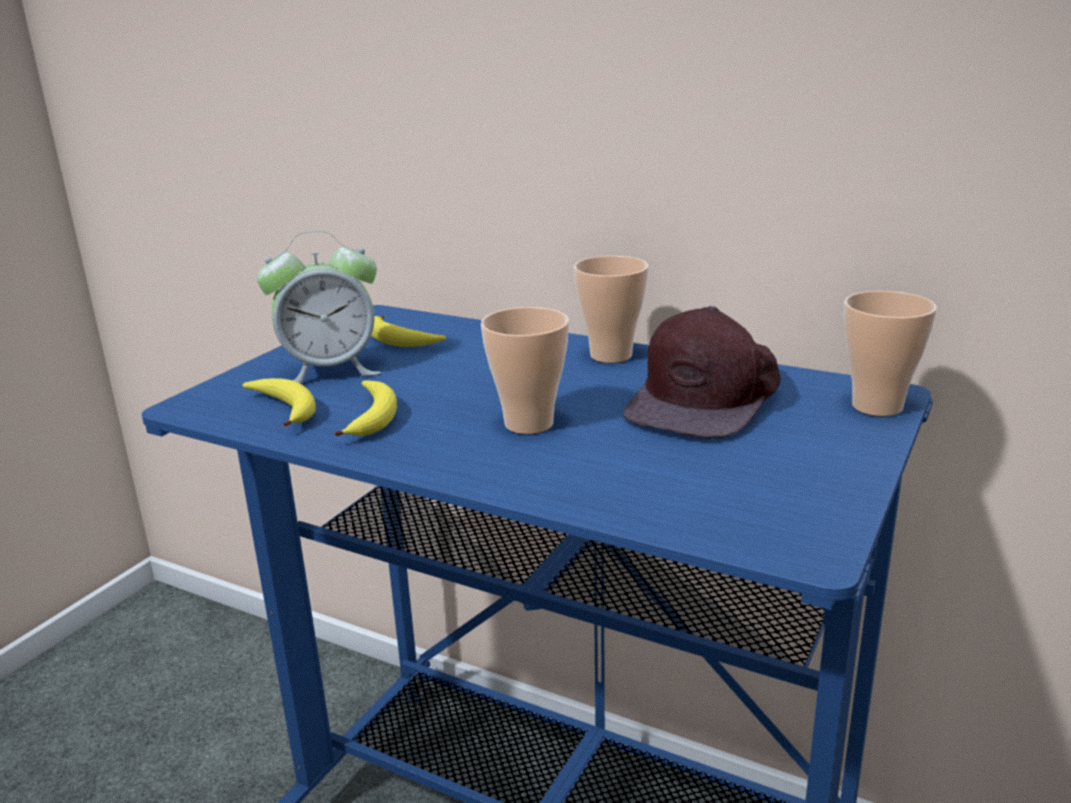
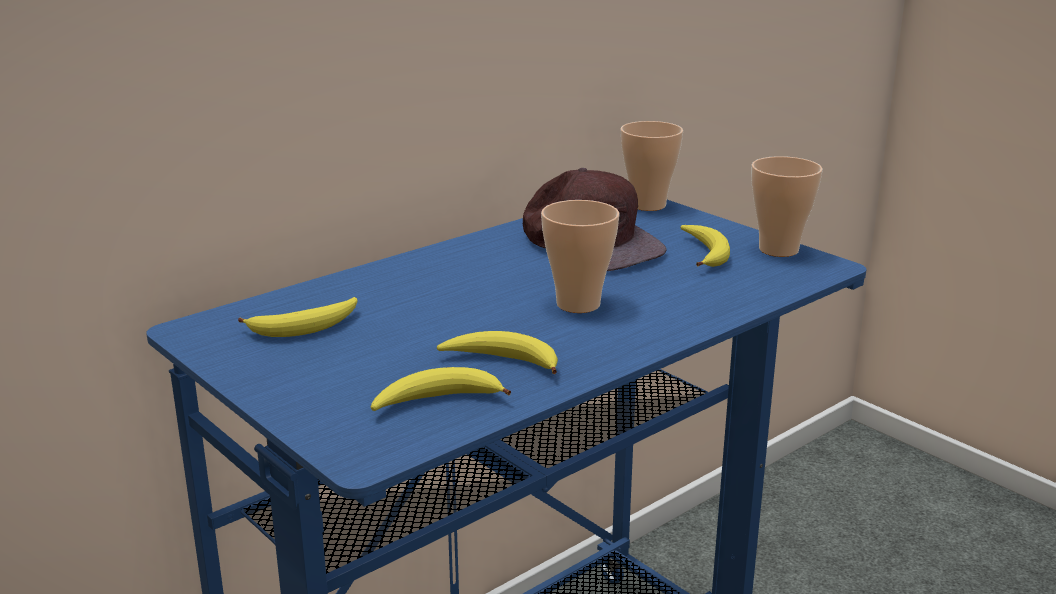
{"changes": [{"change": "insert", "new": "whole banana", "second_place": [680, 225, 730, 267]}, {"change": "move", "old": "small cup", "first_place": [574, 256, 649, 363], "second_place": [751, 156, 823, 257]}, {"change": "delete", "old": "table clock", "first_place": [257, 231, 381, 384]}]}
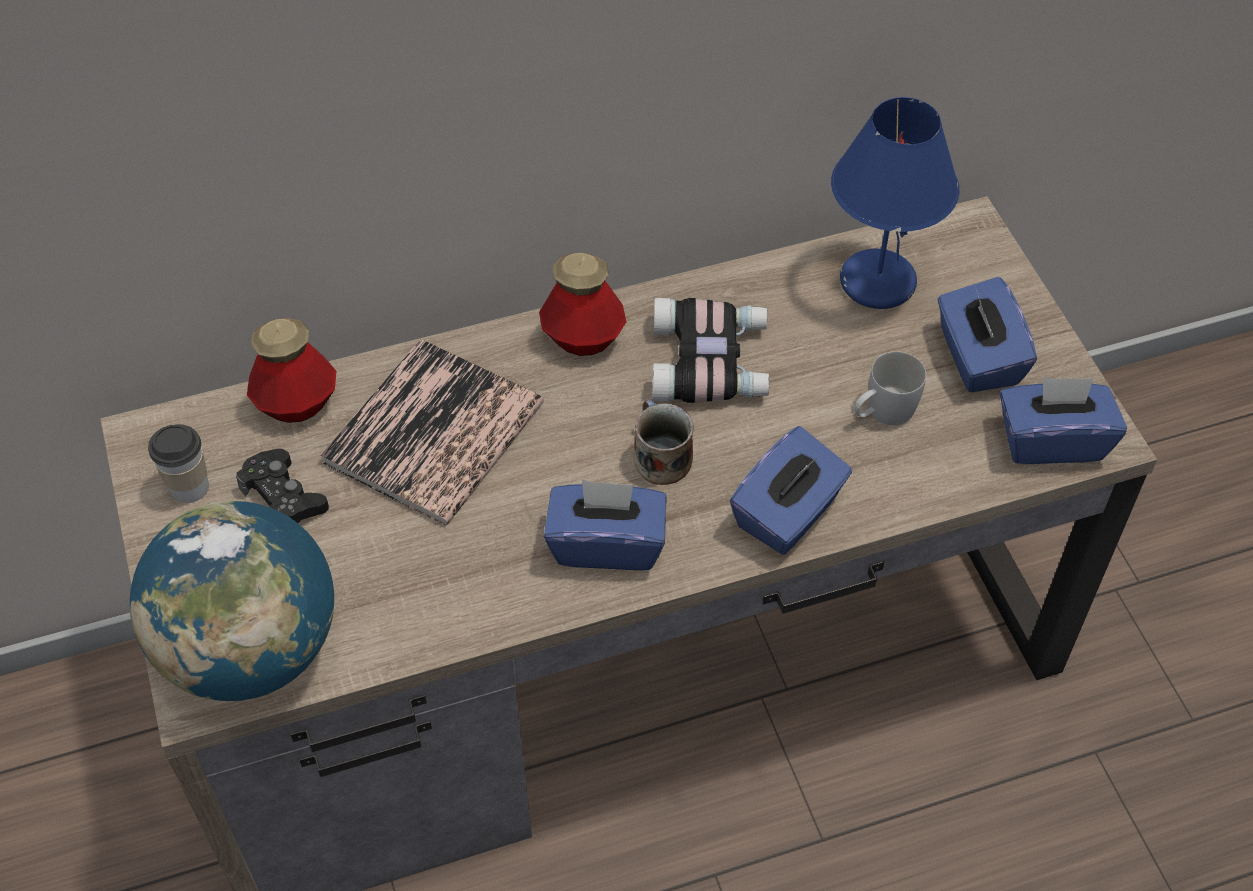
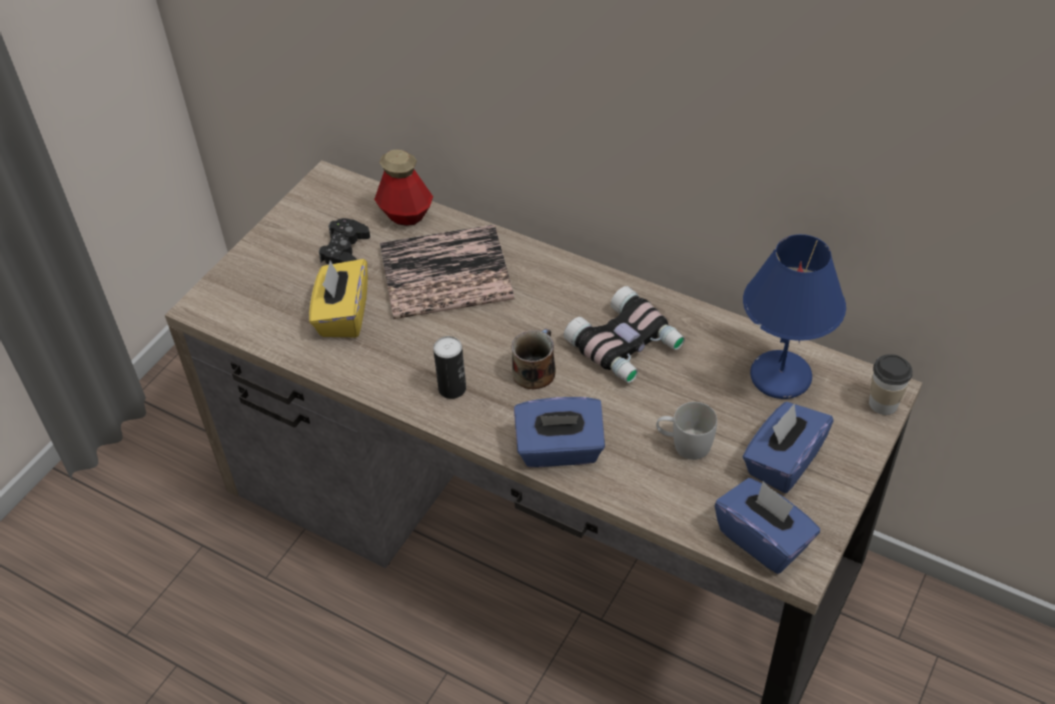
{"changes": [{"change": "insert", "new": "yellowish tissue holder", "second_place": [309, 259, 368, 337]}, {"change": "replace", "old": "bluish tissue holder", "new": "metal can", "first_place": [544, 479, 667, 570], "second_place": [433, 336, 466, 399]}, {"change": "move", "old": "small cup", "first_place": [148, 424, 209, 503], "second_place": [869, 354, 912, 415]}, {"change": "delete", "old": "world globe", "first_place": [130, 501, 334, 701]}, {"change": "delete", "old": "bottle", "first_place": [539, 253, 626, 356]}]}
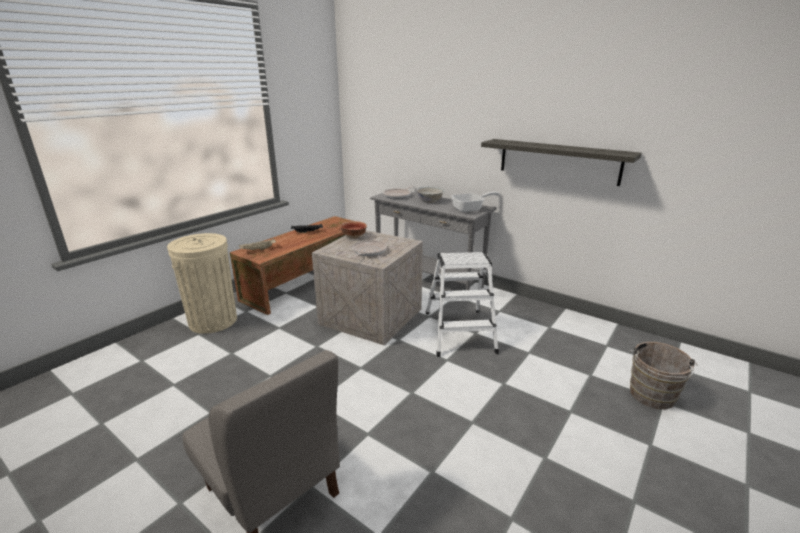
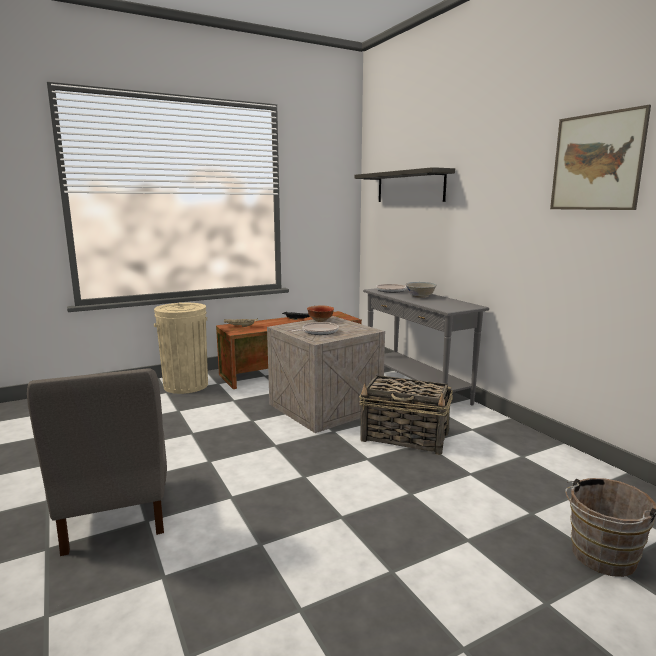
{"changes": [{"change": "move", "old": "bracket shelf", "first_place": [481, 139, 641, 186], "second_place": [355, 167, 455, 202]}, {"change": "replace", "old": "white stepladder", "new": "basket", "first_place": [426, 252, 499, 357], "second_place": [359, 375, 453, 455]}, {"change": "insert", "new": "wall art", "second_place": [550, 105, 651, 210]}, {"change": "delete", "old": "pan", "first_place": [452, 192, 500, 212]}]}
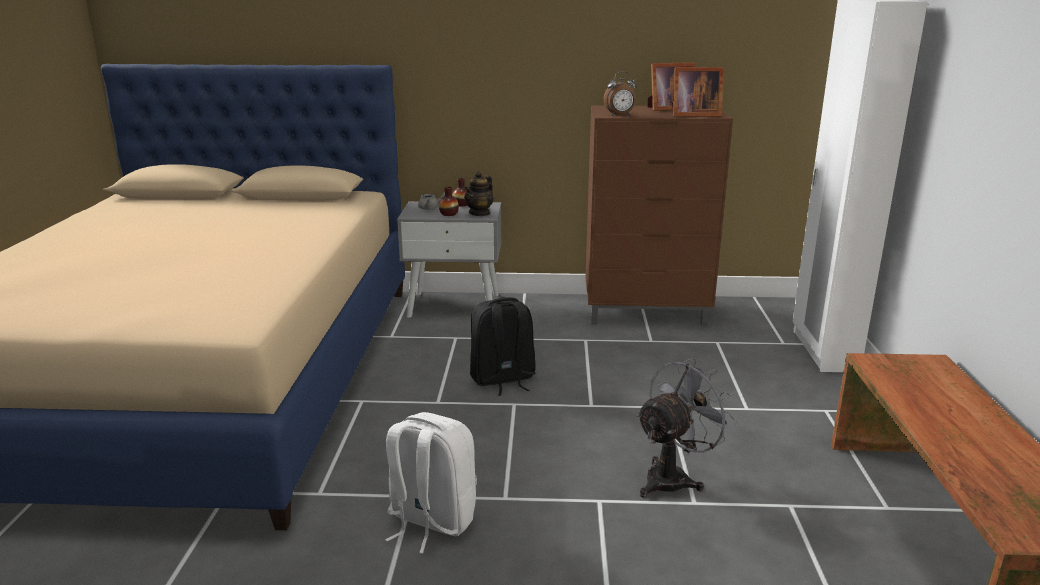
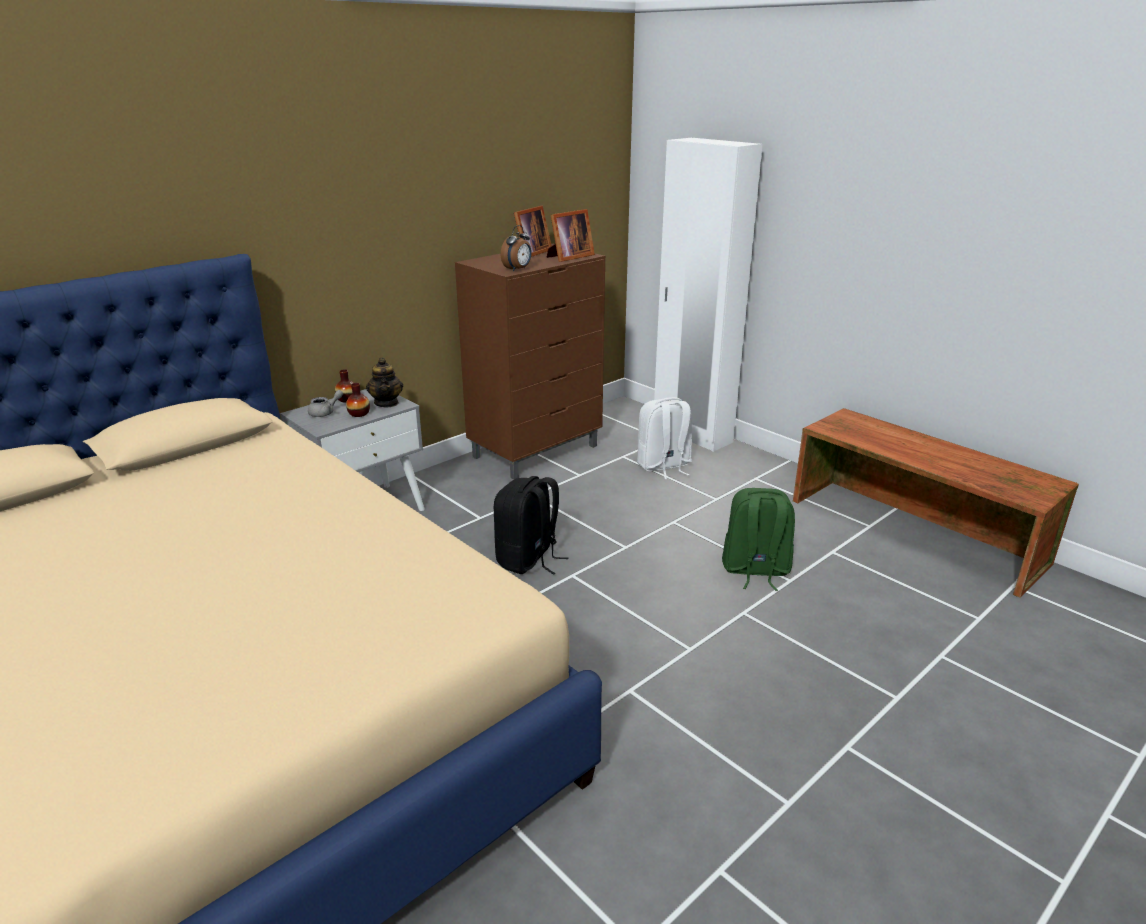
{"changes": [{"change": "move", "old": "white backpack", "first_place": [385, 412, 477, 554], "second_place": [637, 397, 692, 479]}, {"change": "replace", "old": "gray electric fan", "new": "green-coloured backpack", "first_place": [636, 358, 736, 498], "second_place": [722, 488, 795, 591]}]}
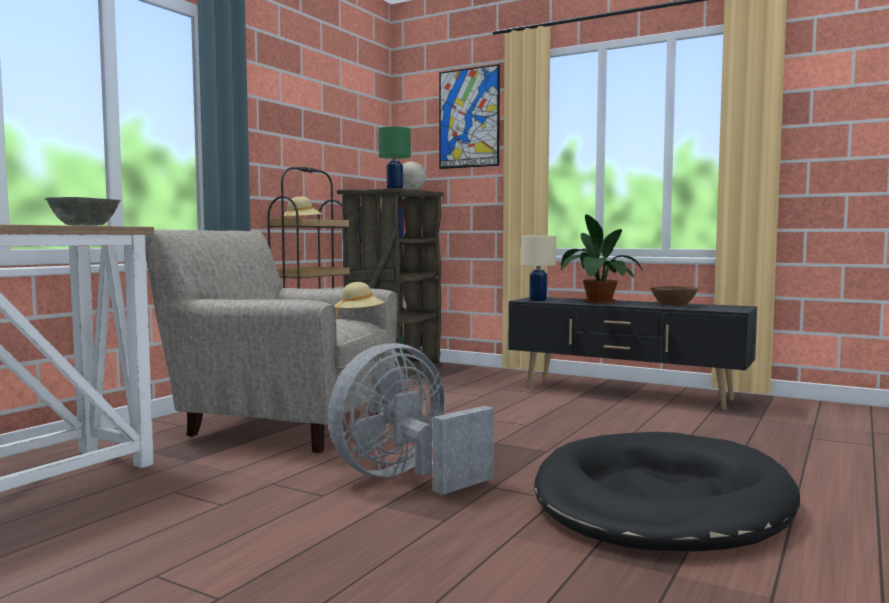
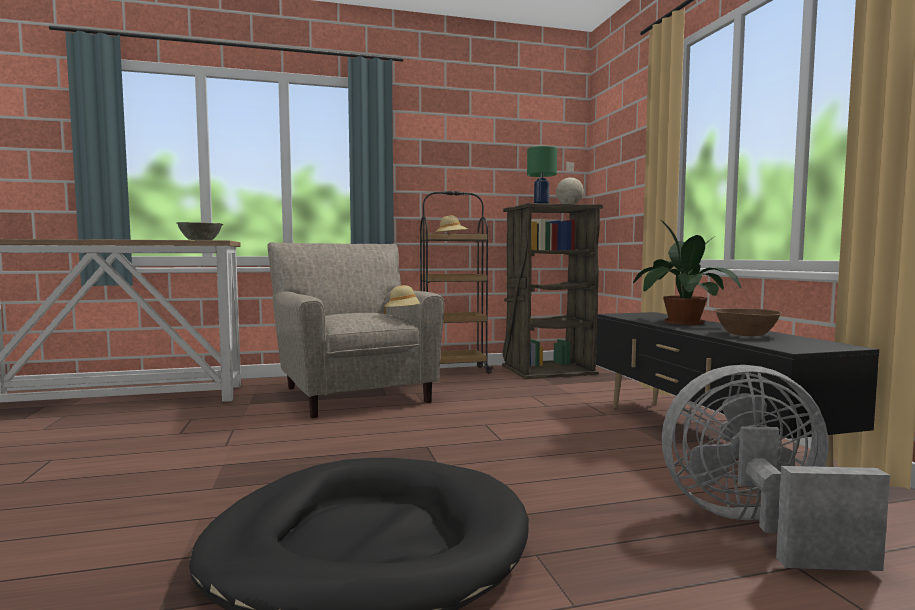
{"changes": [{"change": "move", "old": "gray electric fan", "first_place": [328, 343, 494, 495], "second_place": [662, 365, 890, 571]}, {"change": "delete", "old": "wall art", "first_place": [439, 64, 500, 169]}, {"change": "delete", "old": "beige tabletop lamp", "first_place": [521, 235, 556, 301]}]}
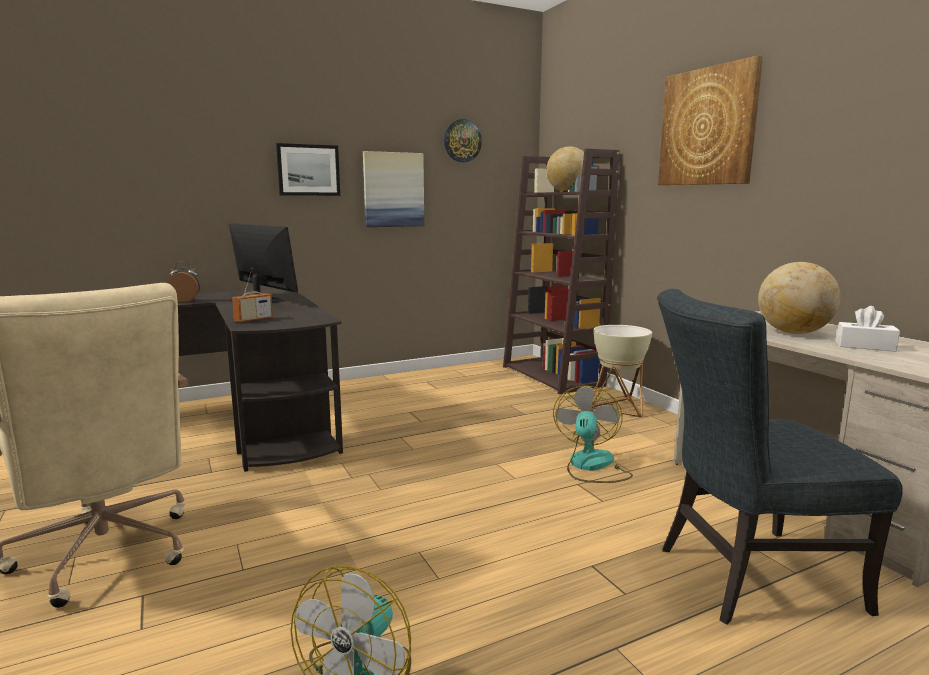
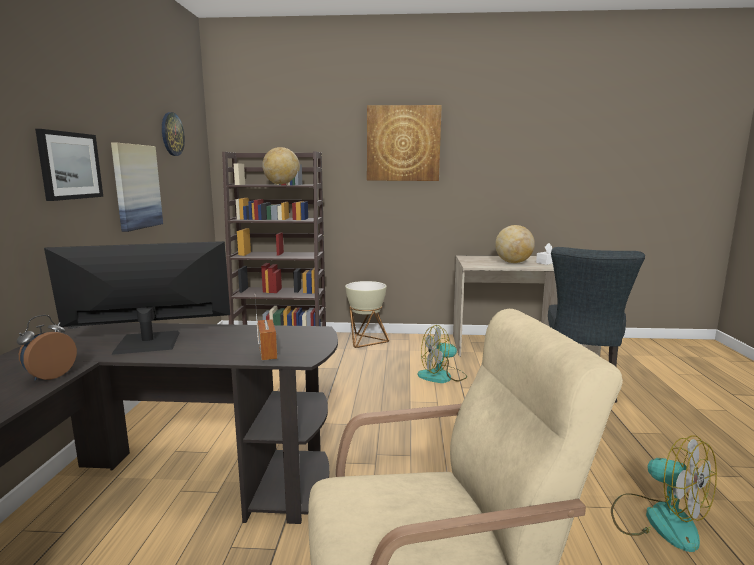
{"changes": [{"change": "rotate", "old": "electric fan", "first_place": [553, 386, 633, 483], "second_place": [417, 325, 467, 383], "degrees": -60}]}
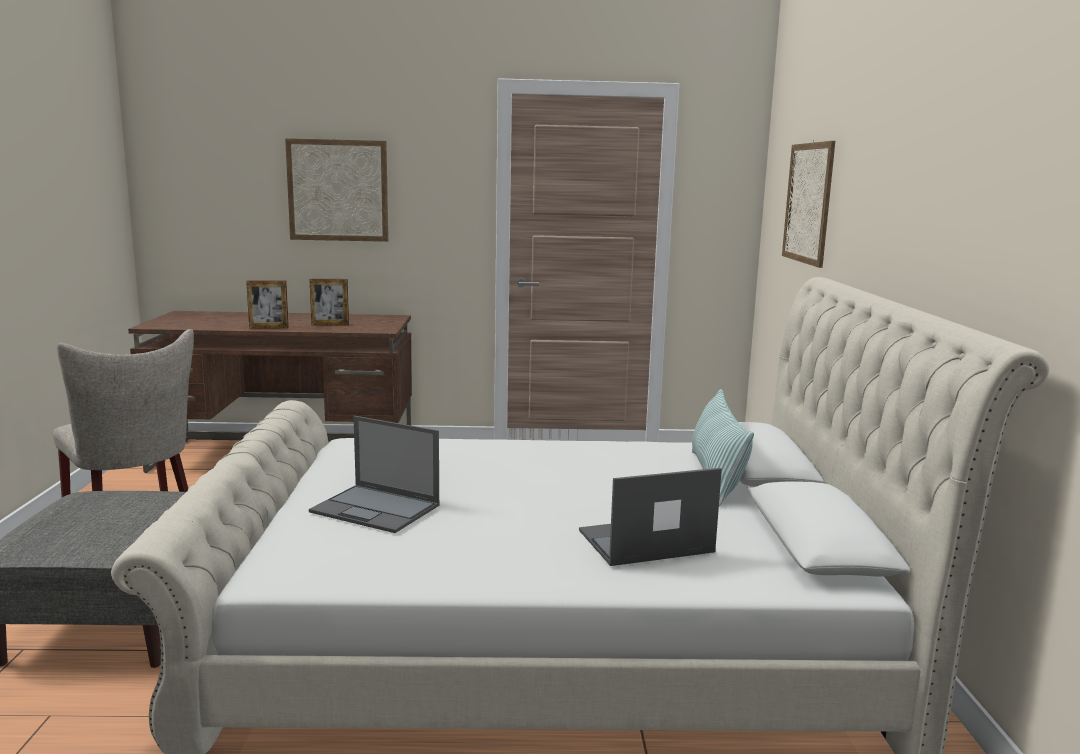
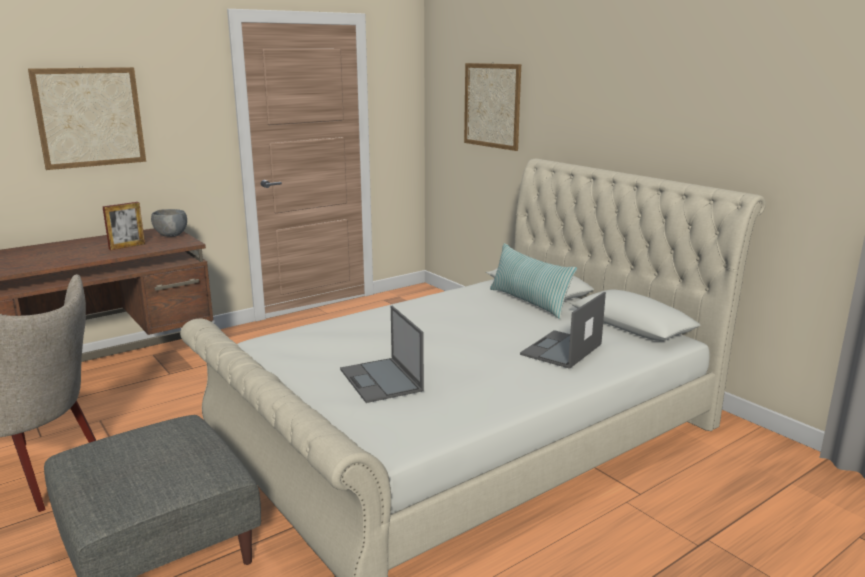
{"changes": [{"change": "insert", "new": "gray deep dish", "second_place": [151, 209, 187, 237]}, {"change": "rotate", "old": "laptop", "first_place": [309, 416, 440, 533], "second_place": [340, 306, 424, 403], "degrees": 75}, {"change": "delete", "old": "picture frame", "first_place": [246, 280, 289, 329]}]}
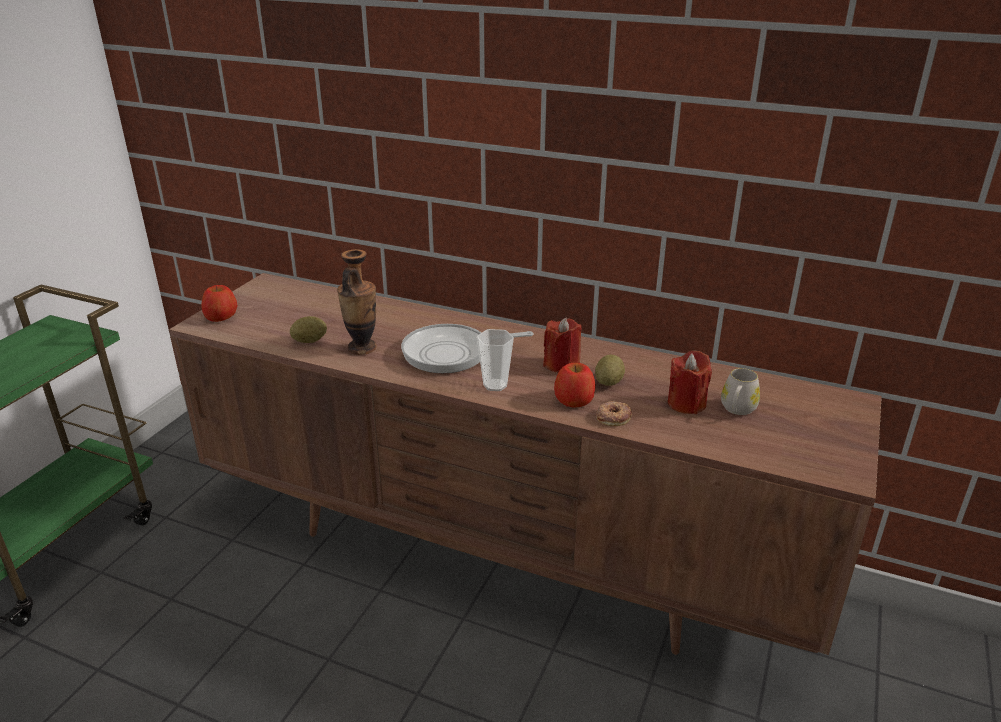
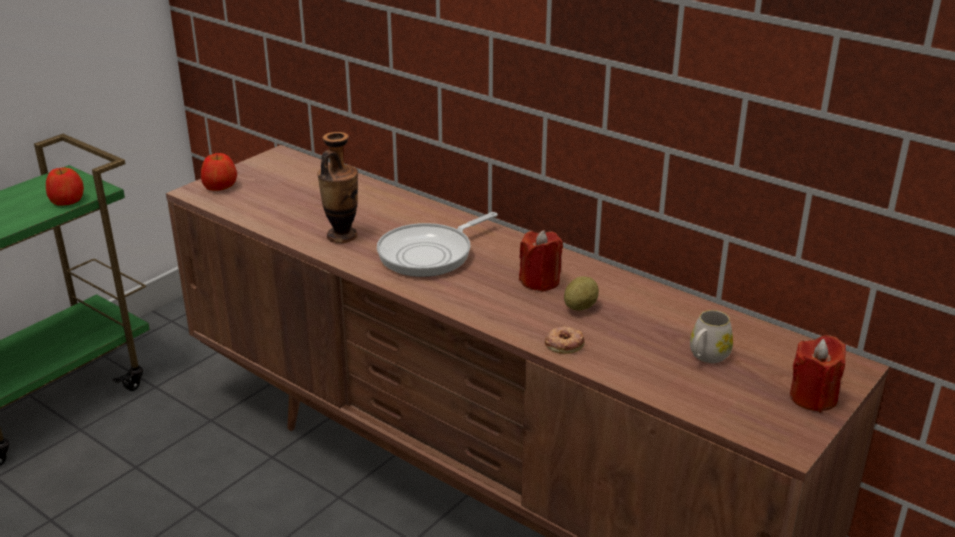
{"changes": [{"change": "move", "old": "apple fruit", "first_place": [554, 363, 596, 408], "second_place": [46, 167, 84, 206]}, {"change": "rotate", "old": "pan", "first_place": [401, 324, 533, 373], "second_place": [377, 212, 498, 277], "degrees": -45}, {"change": "move", "old": "reddish wax light", "first_place": [668, 350, 712, 414], "second_place": [790, 335, 846, 412]}, {"change": "delete", "old": "potato", "first_place": [290, 316, 327, 343]}, {"change": "delete", "old": "small cup", "first_place": [477, 329, 514, 391]}]}
